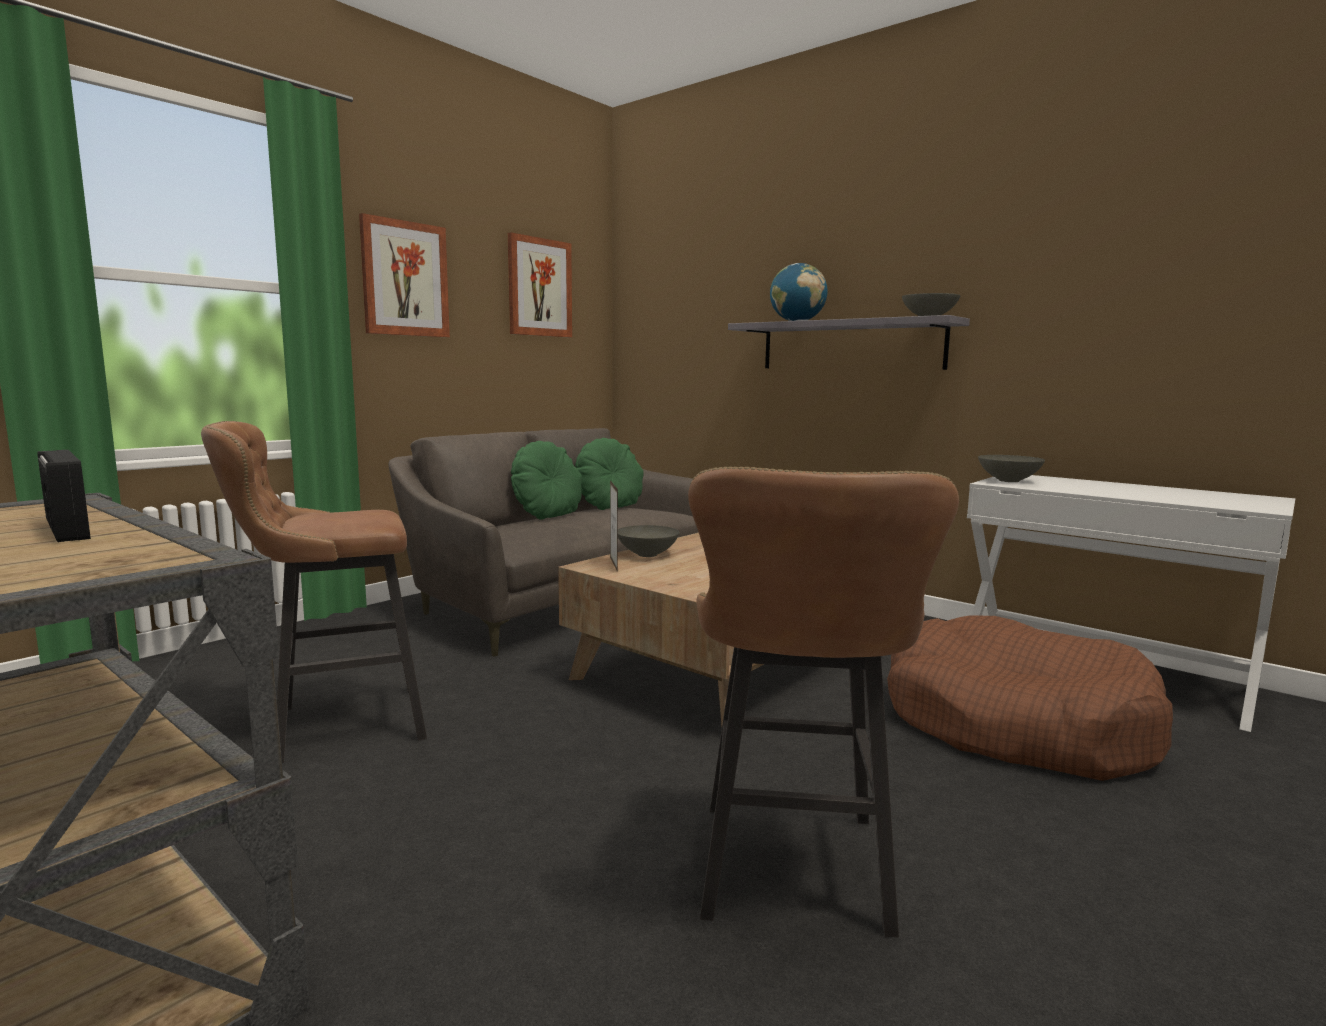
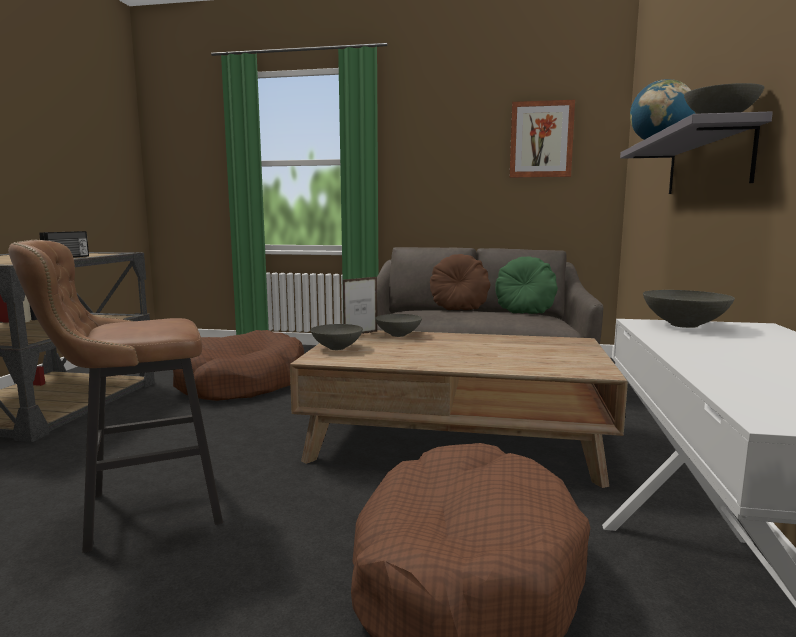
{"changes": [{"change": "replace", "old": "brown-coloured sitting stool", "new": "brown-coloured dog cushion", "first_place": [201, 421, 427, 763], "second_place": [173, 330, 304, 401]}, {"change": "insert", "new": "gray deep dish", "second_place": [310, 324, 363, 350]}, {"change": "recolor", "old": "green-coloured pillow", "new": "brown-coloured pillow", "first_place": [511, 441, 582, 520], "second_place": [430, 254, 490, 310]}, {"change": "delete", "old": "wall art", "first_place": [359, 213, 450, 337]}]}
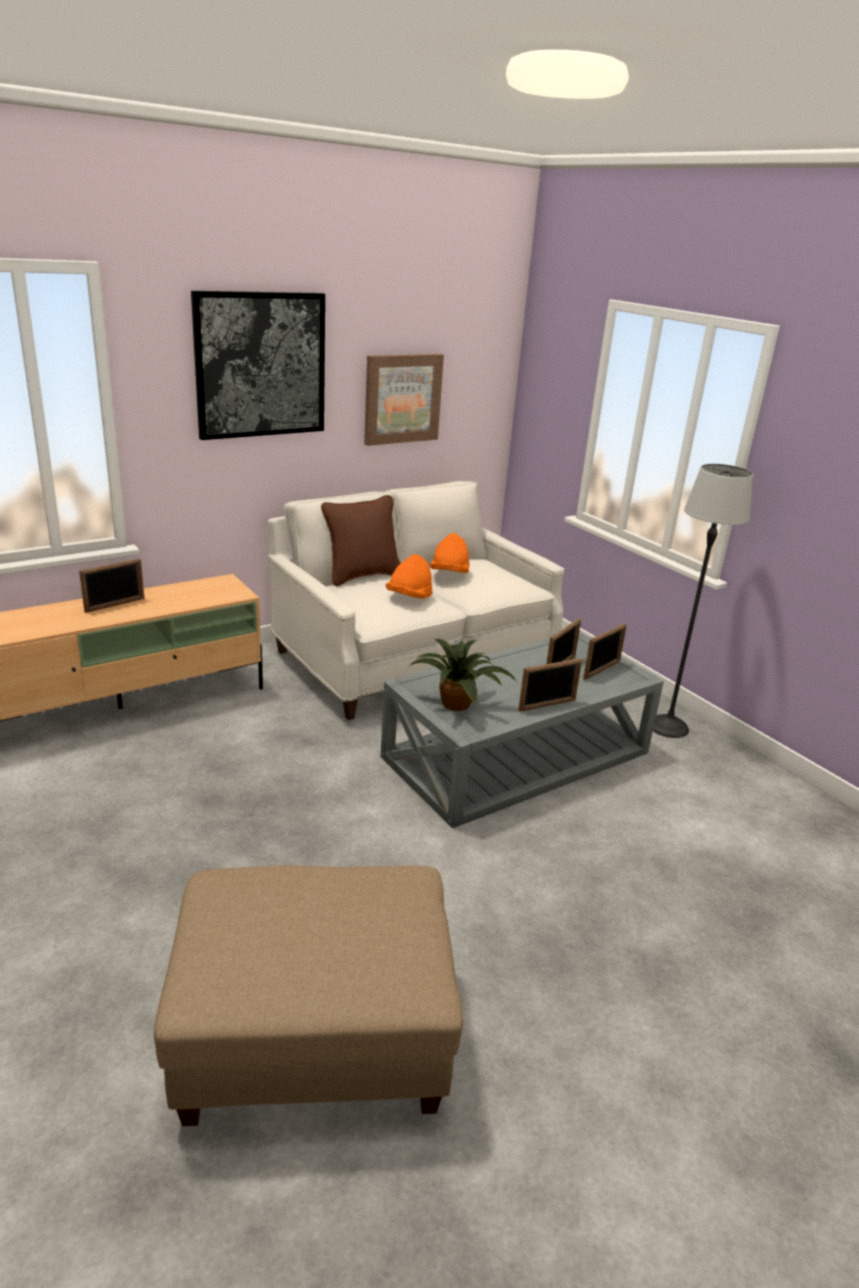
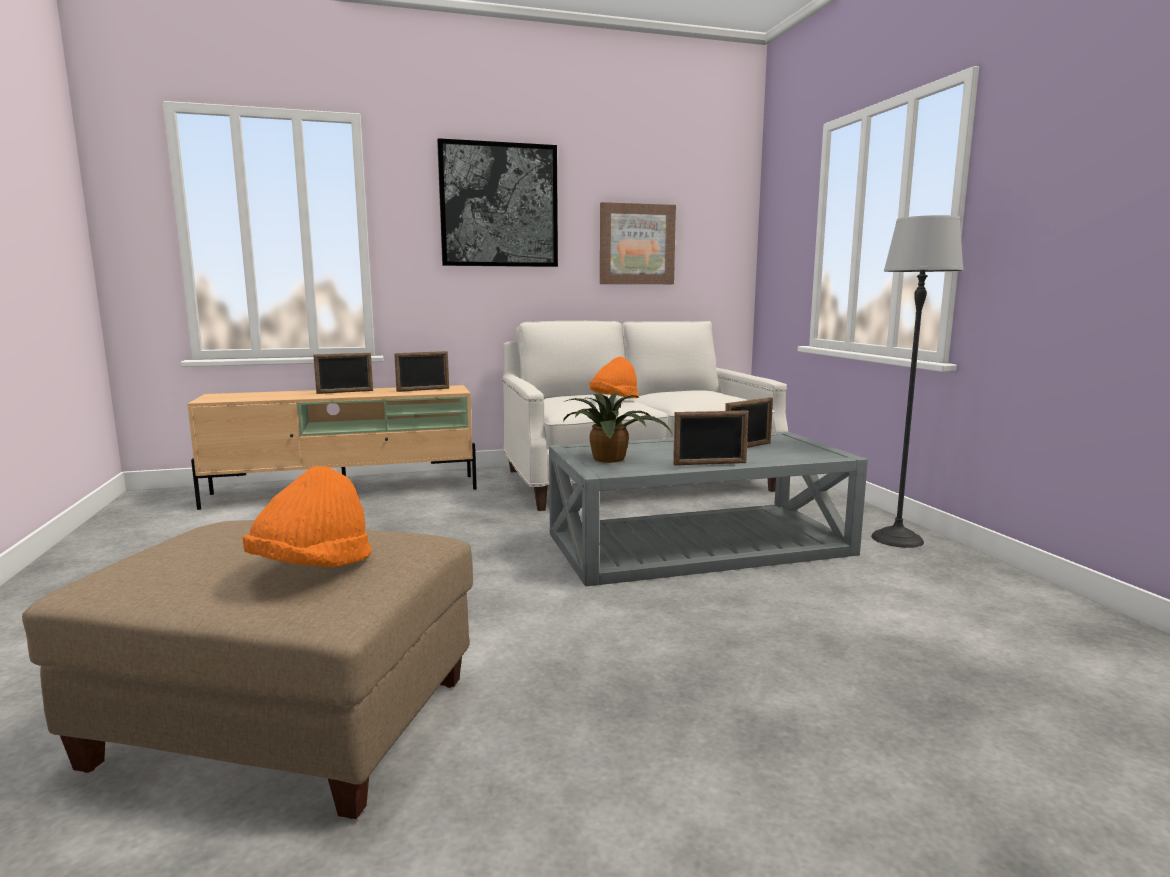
{"changes": [{"change": "move", "old": "orangey wearable hat", "first_place": [430, 533, 470, 573], "second_place": [243, 466, 372, 567]}, {"change": "move", "old": "picture frame", "first_place": [583, 623, 627, 680], "second_place": [394, 351, 449, 392]}, {"change": "delete", "old": "brown-coloured pillow", "first_place": [321, 495, 401, 586]}]}
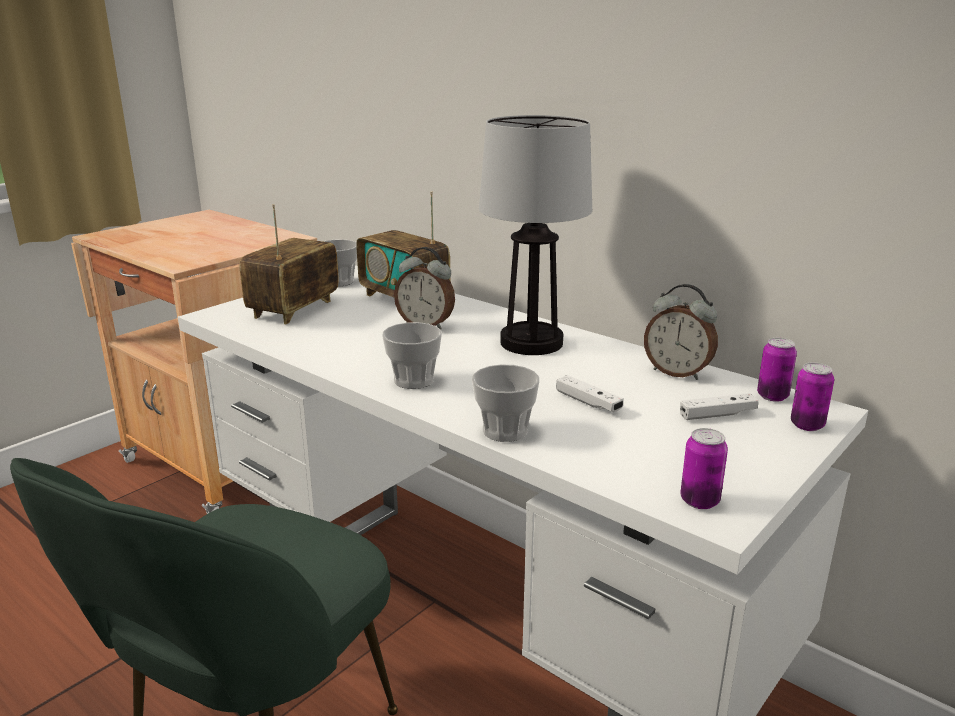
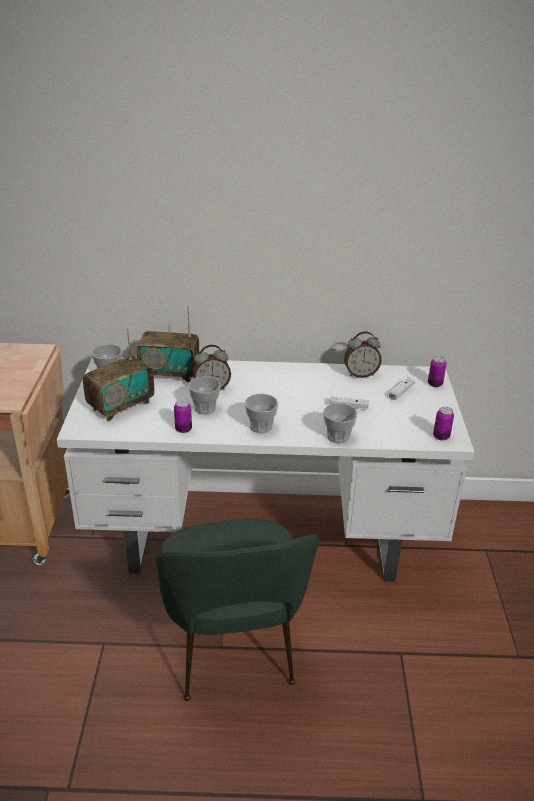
{"changes": [{"change": "rotate", "old": "radio", "first_place": [239, 204, 339, 324], "second_place": [83, 328, 155, 421], "degrees": -120}, {"change": "move", "old": "metal can", "first_place": [757, 338, 797, 402], "second_place": [174, 399, 192, 433]}, {"change": "insert", "new": "small cup", "second_place": [188, 376, 221, 415]}, {"change": "delete", "old": "tabletop lamp", "first_place": [479, 115, 592, 355]}]}
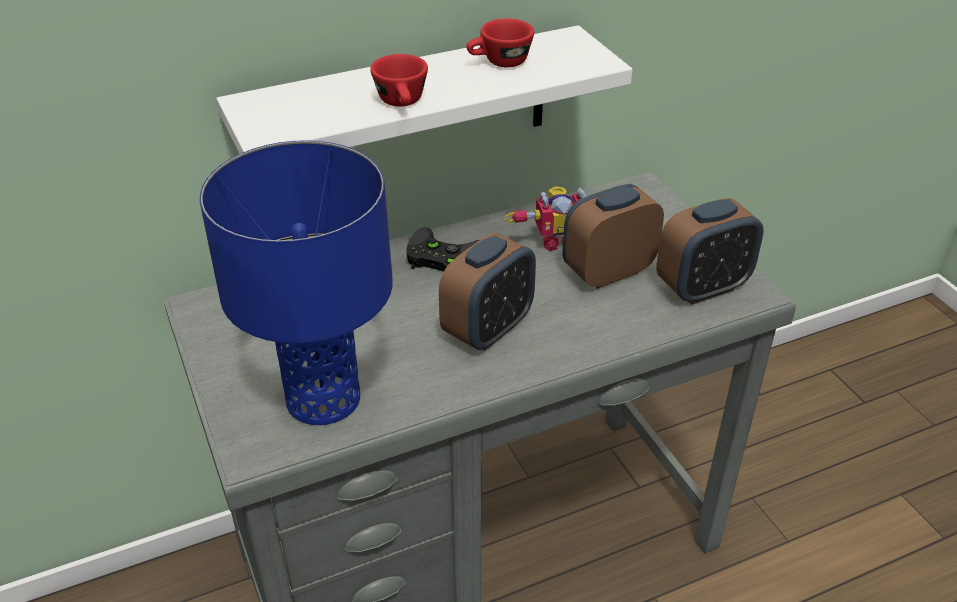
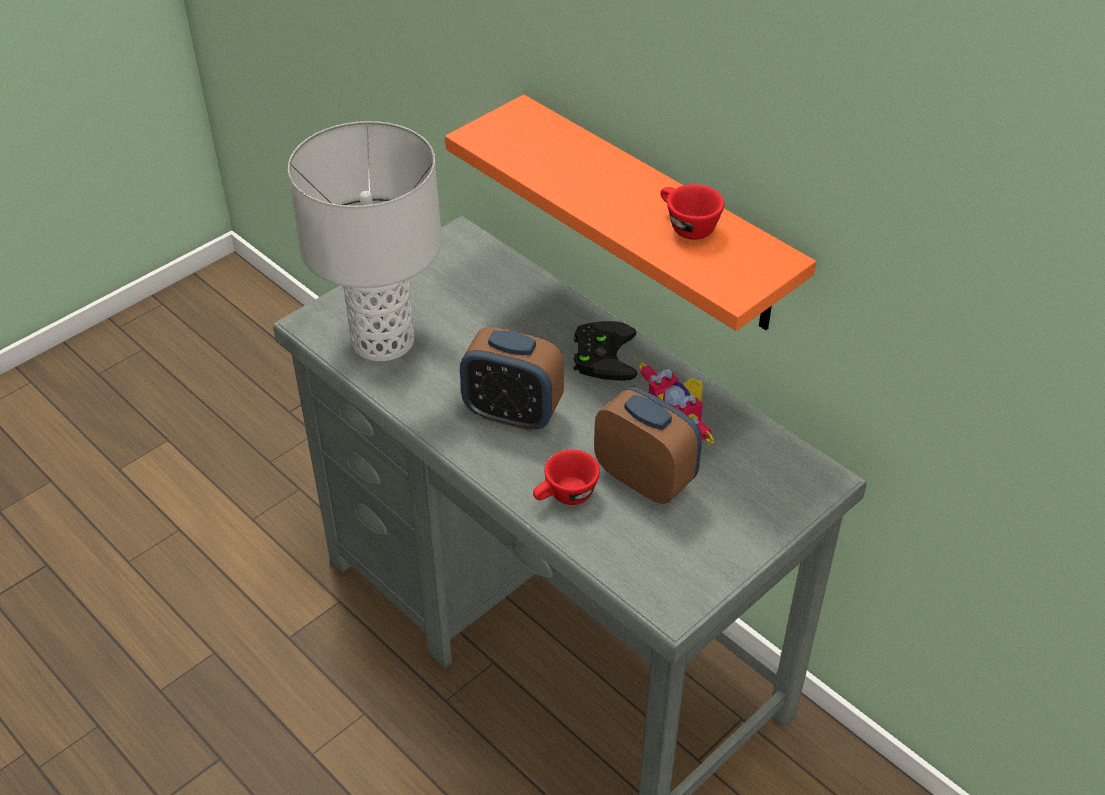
{"changes": [{"change": "recolor", "old": "bluish tabletop lamp", "new": "white tabletop lamp", "first_place": [200, 140, 393, 425], "second_place": [288, 121, 442, 361]}, {"change": "recolor", "old": "white bracket shelf", "new": "orangey bracket shelf", "first_place": [216, 25, 633, 154], "second_place": [445, 95, 816, 331]}, {"change": "move", "old": "reddish small cup", "first_place": [370, 54, 428, 107], "second_place": [533, 449, 600, 505]}, {"change": "delete", "old": "table clock", "first_place": [656, 198, 764, 305]}]}
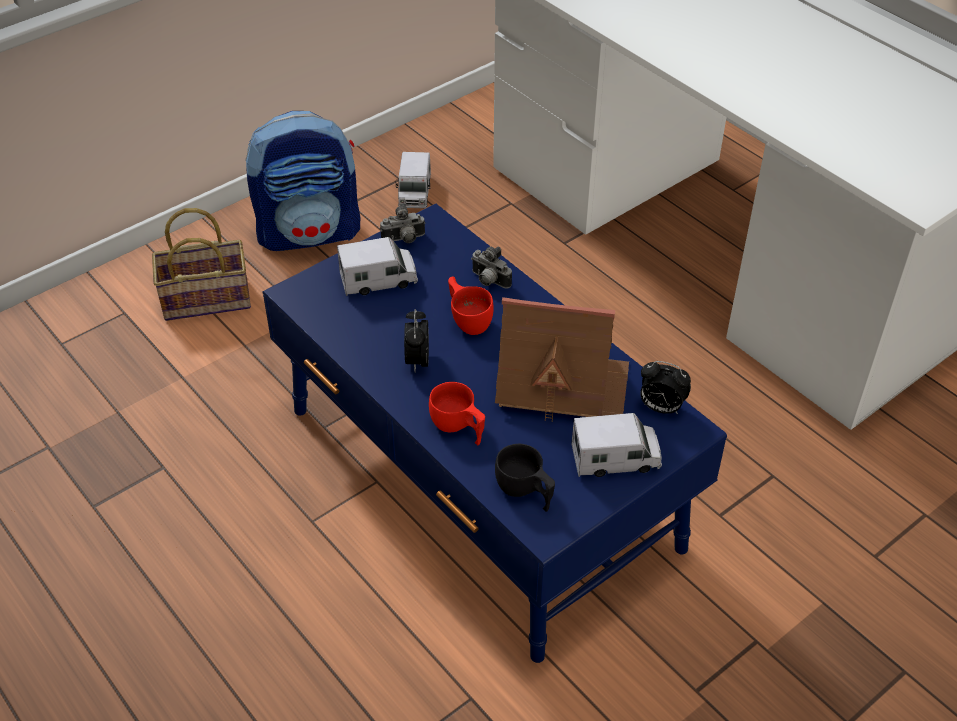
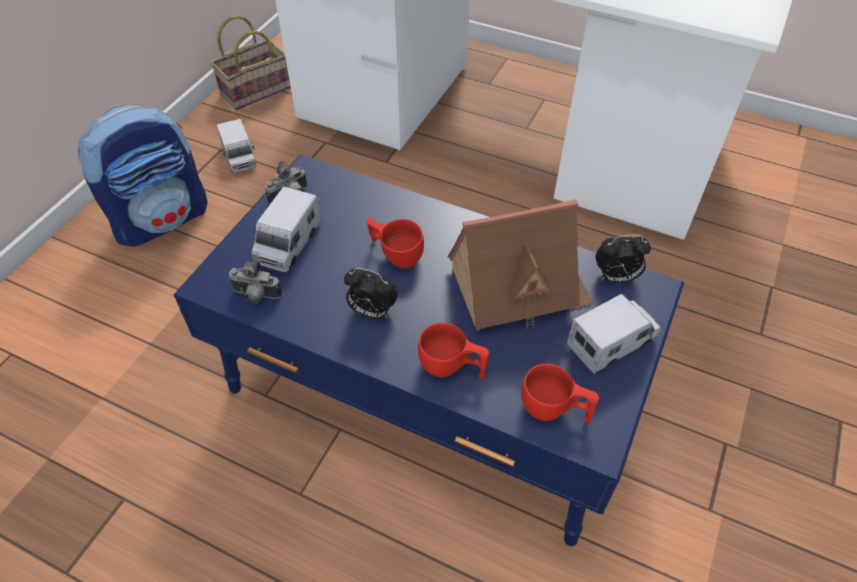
{"changes": [{"change": "move", "old": "basket", "first_place": [152, 208, 251, 321], "second_place": [210, 15, 291, 110]}, {"change": "move", "old": "still camera", "first_place": [471, 246, 512, 289], "second_place": [229, 259, 282, 304]}, {"change": "rotate", "old": "toy lorry", "first_place": [337, 237, 418, 296], "second_place": [251, 187, 321, 273], "degrees": 150}, {"change": "rotate", "old": "table clock", "first_place": [404, 309, 429, 372], "second_place": [344, 268, 398, 319], "degrees": -45}, {"change": "recolor", "old": "black-coloured small cup", "new": "reddish small cup", "first_place": [495, 444, 555, 512], "second_place": [521, 364, 599, 424]}]}
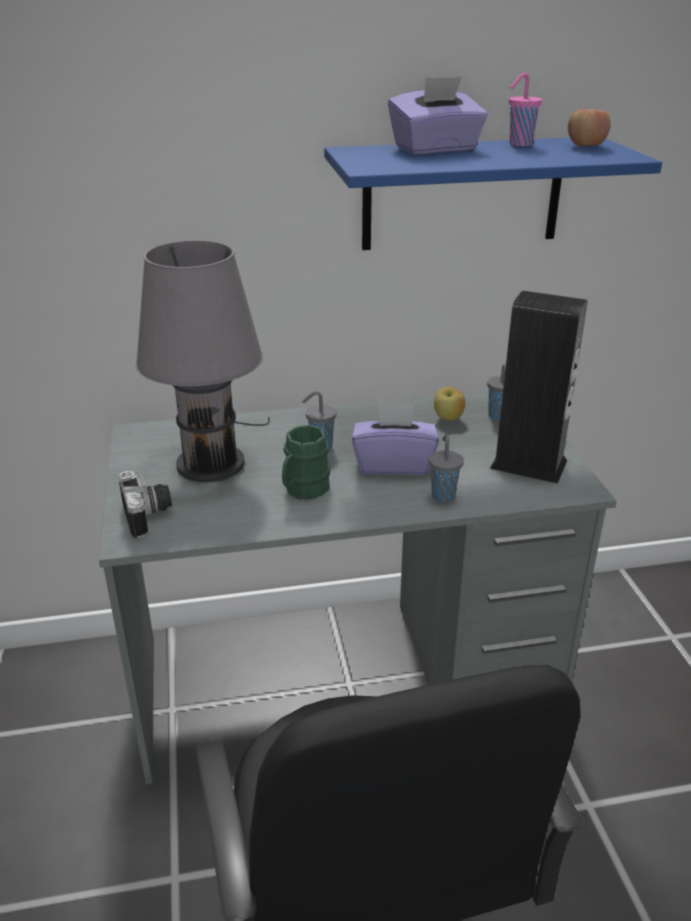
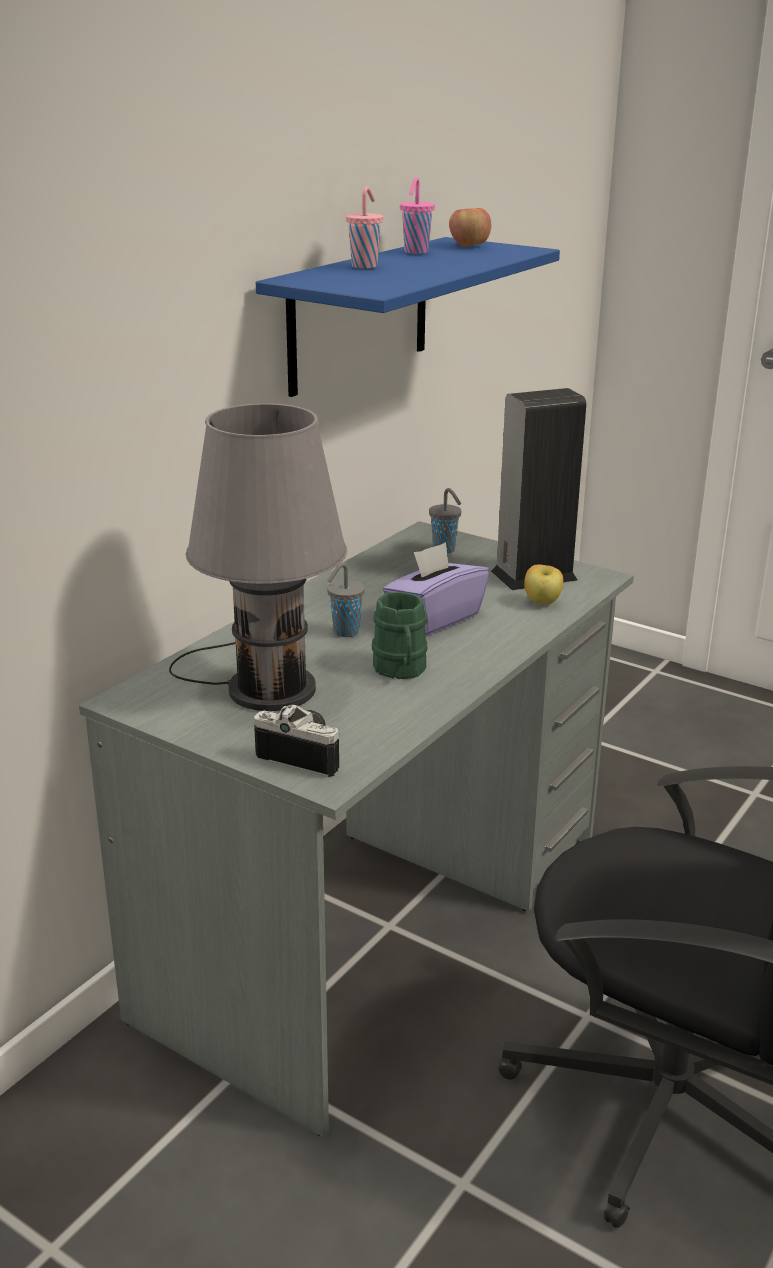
{"changes": [{"change": "replace", "old": "purple-coloured tissue holder", "new": "pink-coloured small cup", "first_place": [388, 76, 488, 154], "second_place": [346, 186, 383, 269]}, {"change": "move", "old": "apple fruit", "first_place": [434, 387, 465, 421], "second_place": [524, 564, 563, 605]}, {"change": "delete", "old": "gray small cup", "first_place": [429, 434, 463, 503]}]}
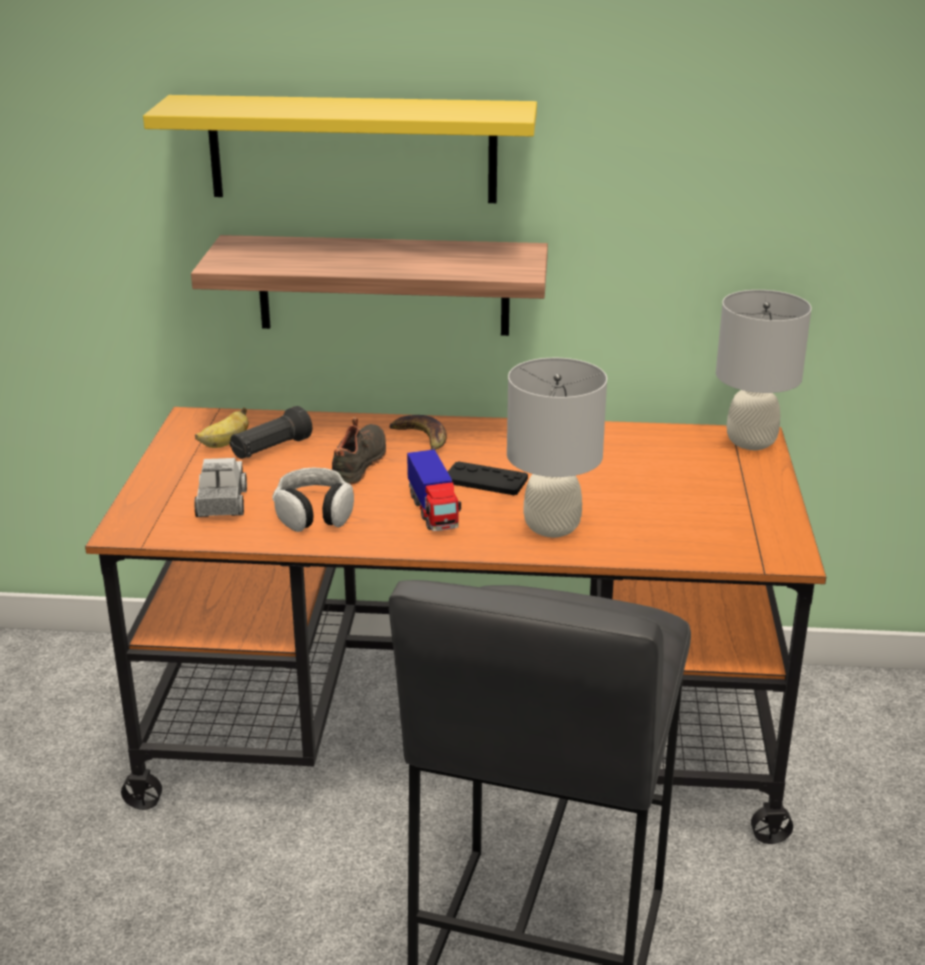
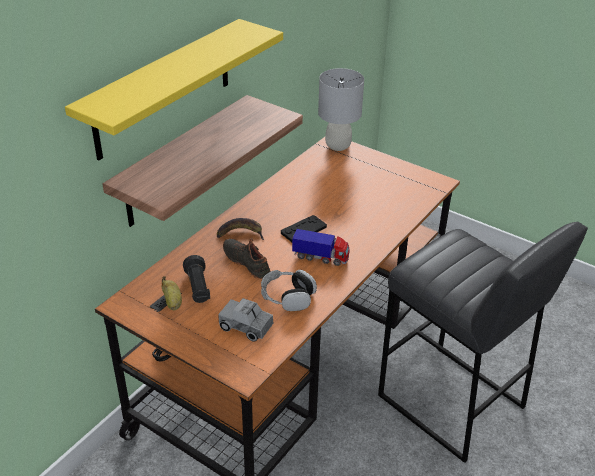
{"changes": [{"change": "delete", "old": "gray tabletop lamp", "first_place": [507, 358, 607, 538]}]}
